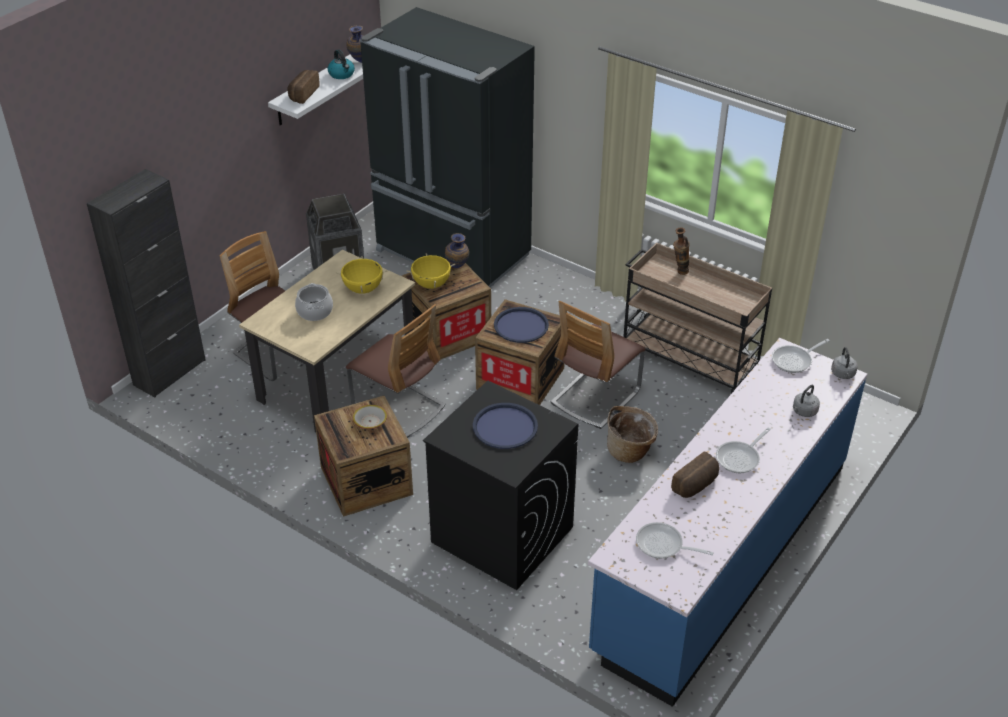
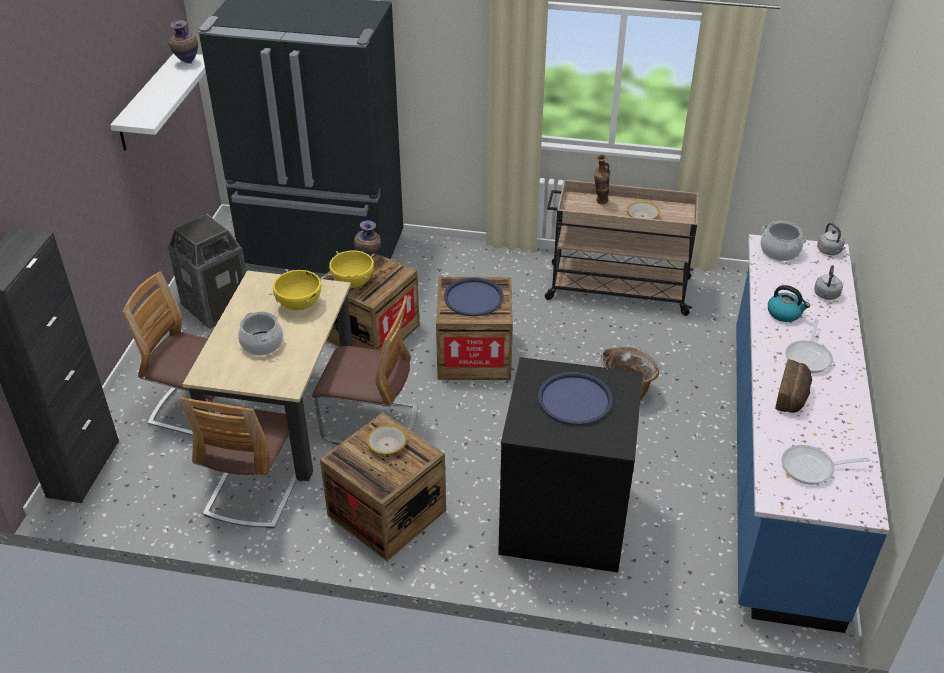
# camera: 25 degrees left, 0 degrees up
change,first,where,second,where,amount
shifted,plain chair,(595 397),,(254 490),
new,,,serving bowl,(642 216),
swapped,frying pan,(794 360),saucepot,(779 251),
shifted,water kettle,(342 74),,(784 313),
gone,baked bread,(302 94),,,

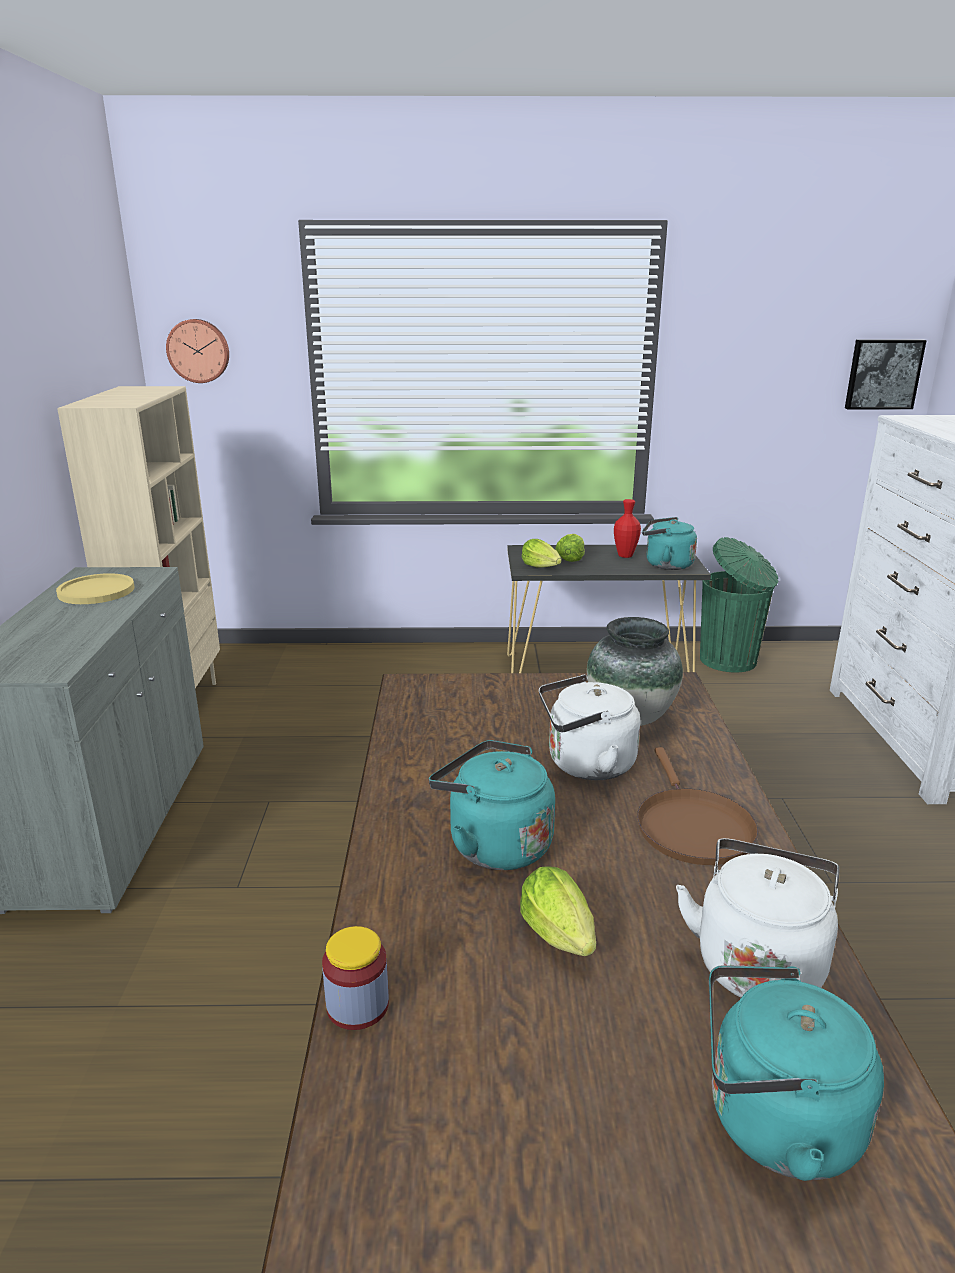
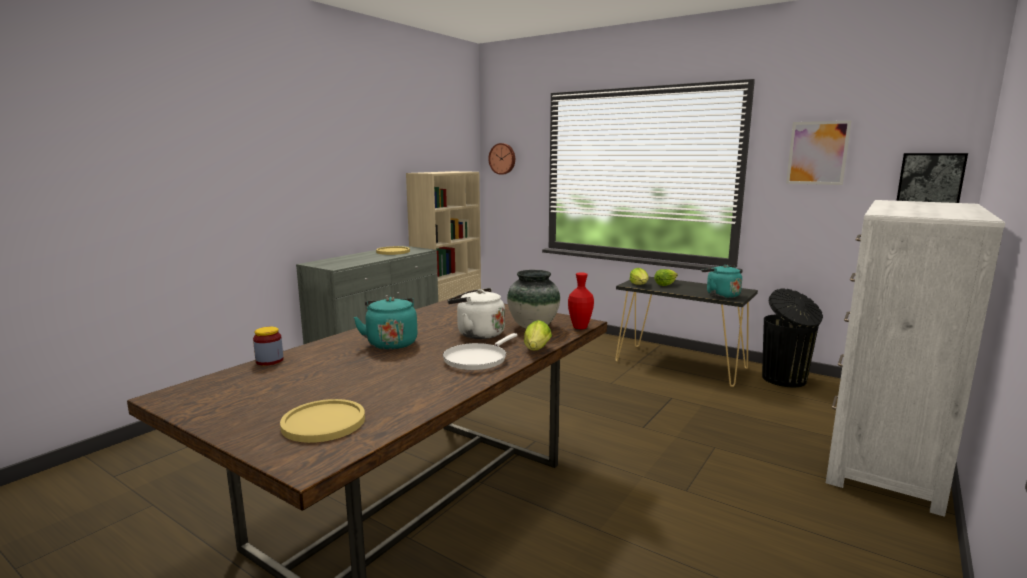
# camera: 35 degrees right, 10 degrees down
change,first,where,second,where,amount
swapped,turquoise water kettle,(773 1122),yellowish plate,(323 422),
repainted,brownish frying pan,(691 827),white frying pan,(477 359),
shifted,lettuce,(561 939),,(536 351),
shifted,red flower vase,(625 556),,(580 327),
repainted,greenish waste bin,(730 661),black waste bin,(785 380),
new,,,wall picture,(817 153),
gone,white water kettle,(758 962),,,

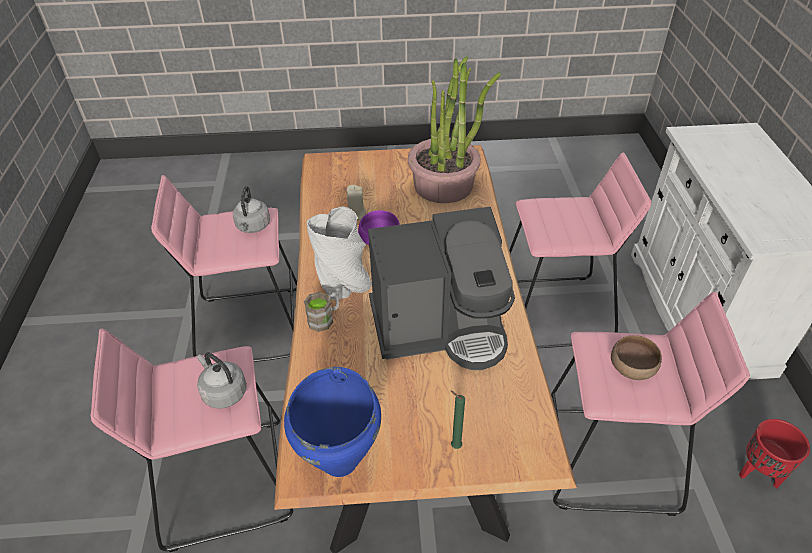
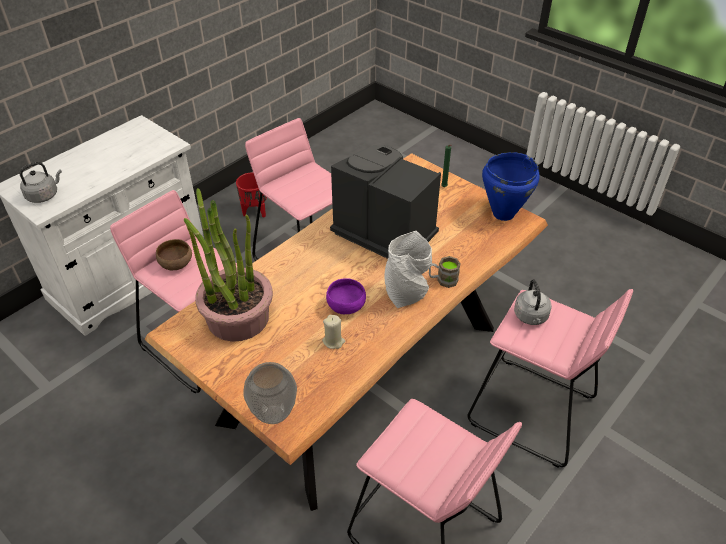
# camera: 135 degrees left, 0 degrees up
change,first,where,second,where,amount
shifted,greyish water kettle,(253 227),,(44 195),
shifted,brownish serving bowl,(631 369),,(177 263),
new,,,flower vase,(273 415),

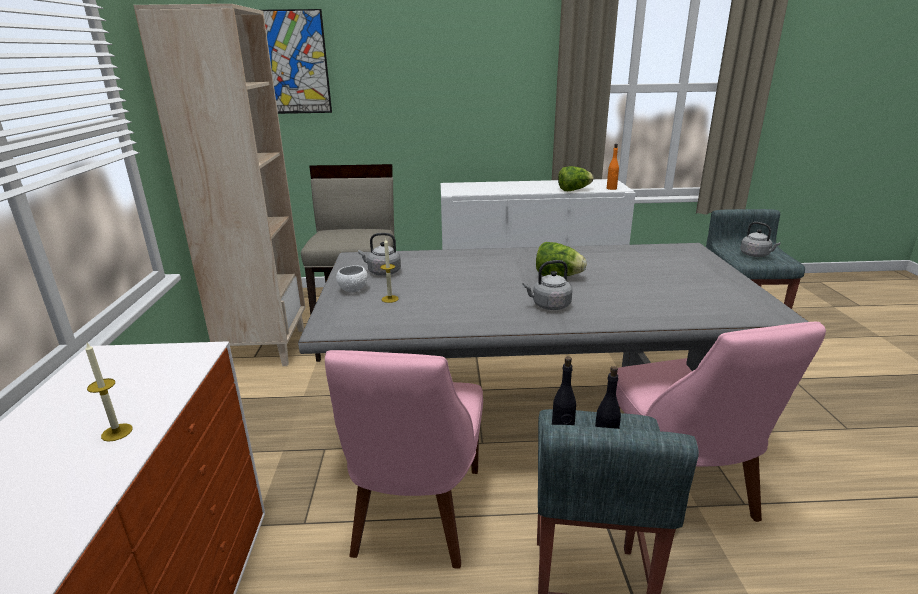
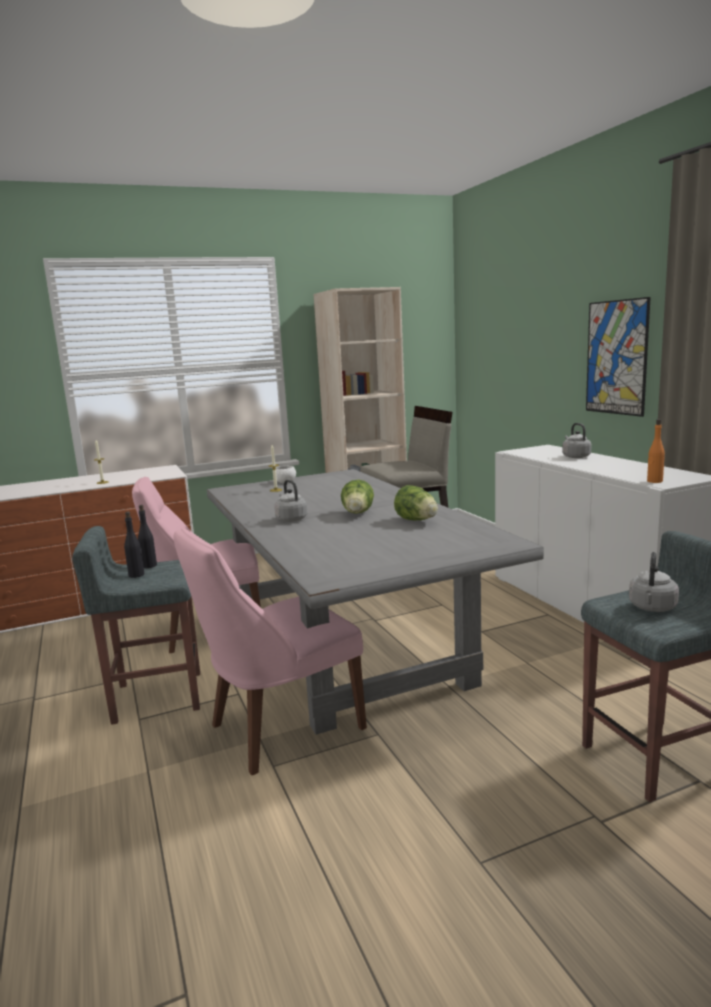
# camera: 70 degrees right, 10 degrees down
change,first,where,second,where,amount
shifted,lettuce,(573 190),,(417 520),
shifted,greyish water kettle,(382 272),,(575 456),
shifted,wall picture,(293 63),,(616 357),

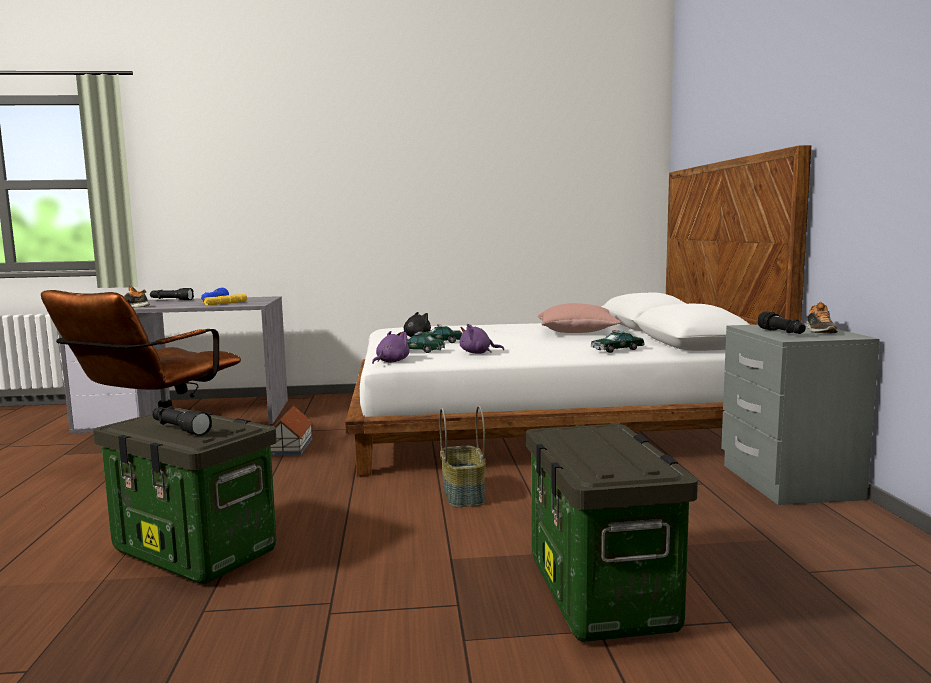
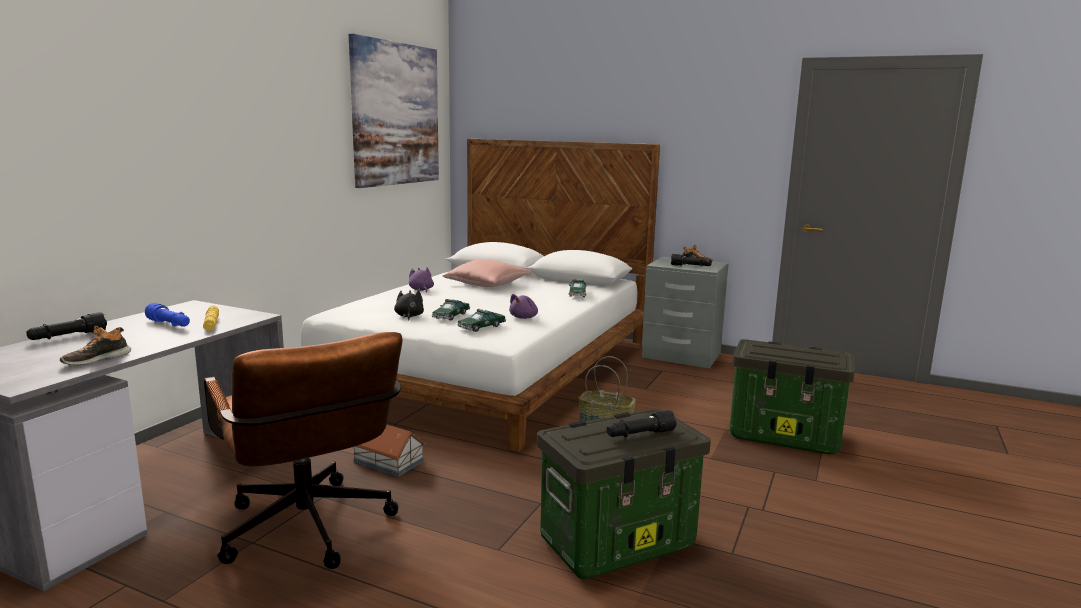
# camera: 60 degrees left, 5 degrees up
change,first,where,second,where,amount
new,,,wall picture,(396 114),
shifted,purplish soft toy,(391 362),,(421 290),

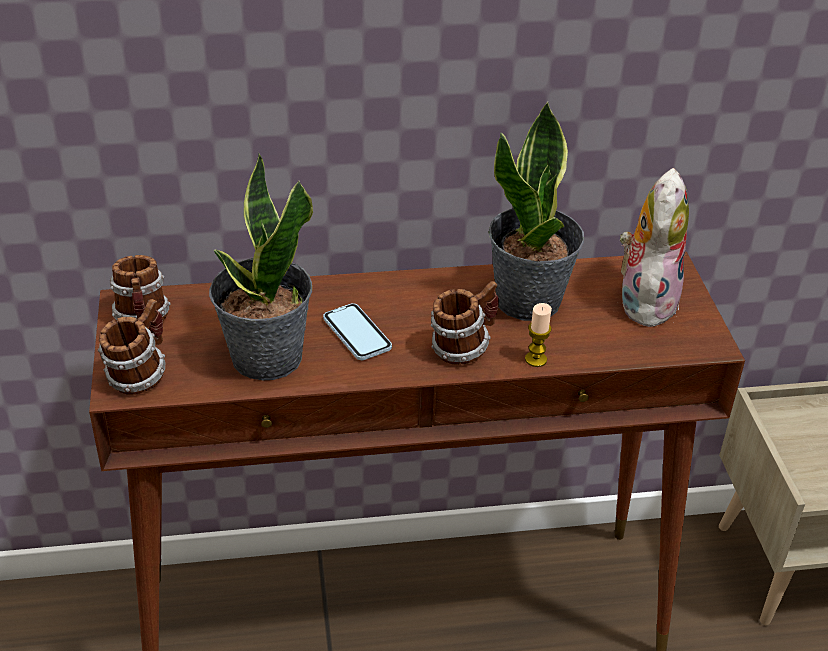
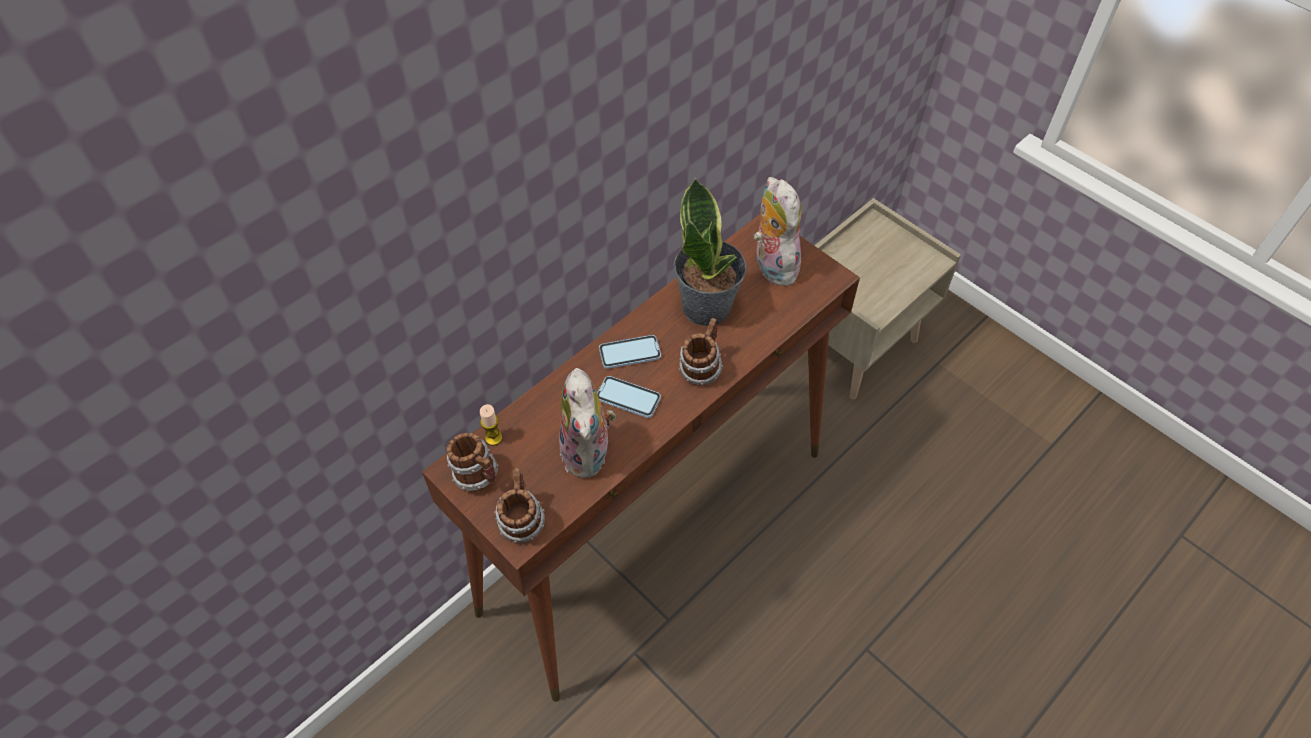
# camera: 35 degrees left, 15 degrees up
change,first,where,second,where,amount
shifted,candle,(535 359),,(493 438),
swapped,plant in a pot,(266 358),soft toy,(589 453),
new,,,telephone,(630 353),

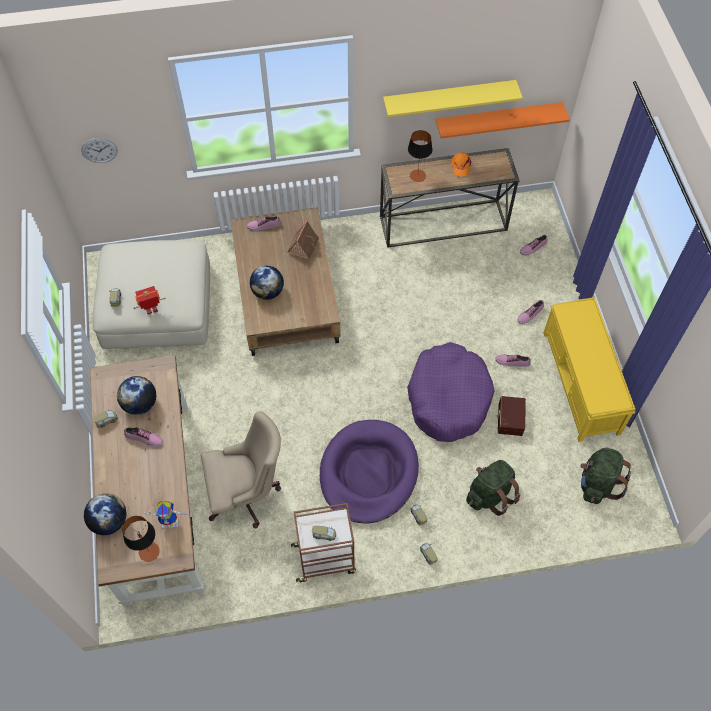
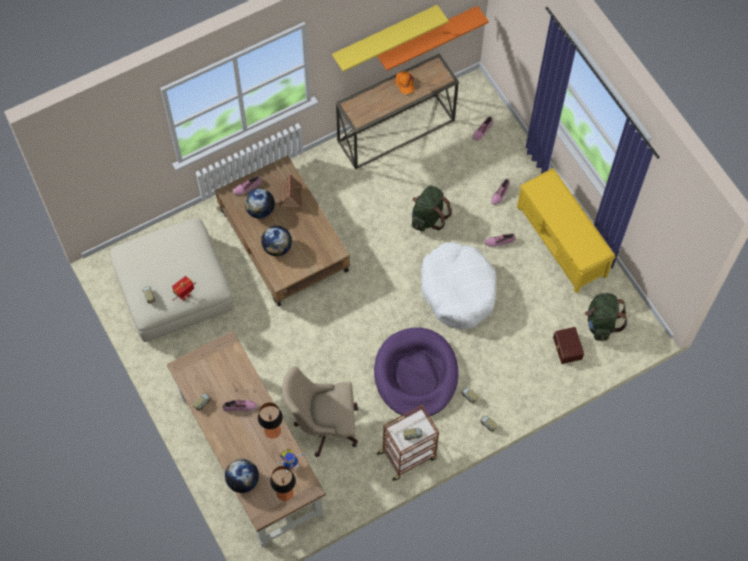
# camera: 20 degrees left, 5 degrees up
change,first,where,second,where,amount
shifted,desk globe,(140 404),,(260 210),
shifted,tabletop lamp,(417 176),,(272 430),
rotated,beige-coloured computer chair,(247 494),,(323 425),150 degrees counterclockwise
shifted,greenish rucksack,(490 494),,(428 217),
repainted,purplish pet bed,(448 398),white pet bed,(458 290),
shifted,brownish storage bin,(509 419),,(566 348),
gone,wall clock,(99 150),,,

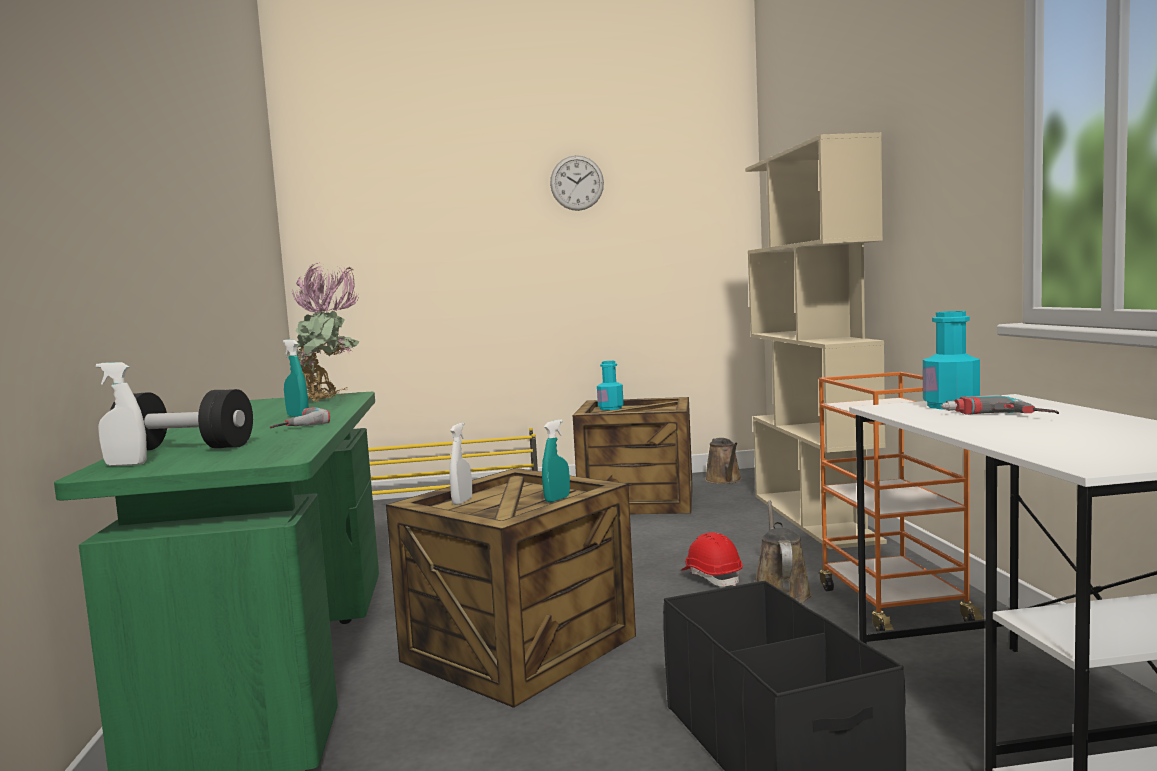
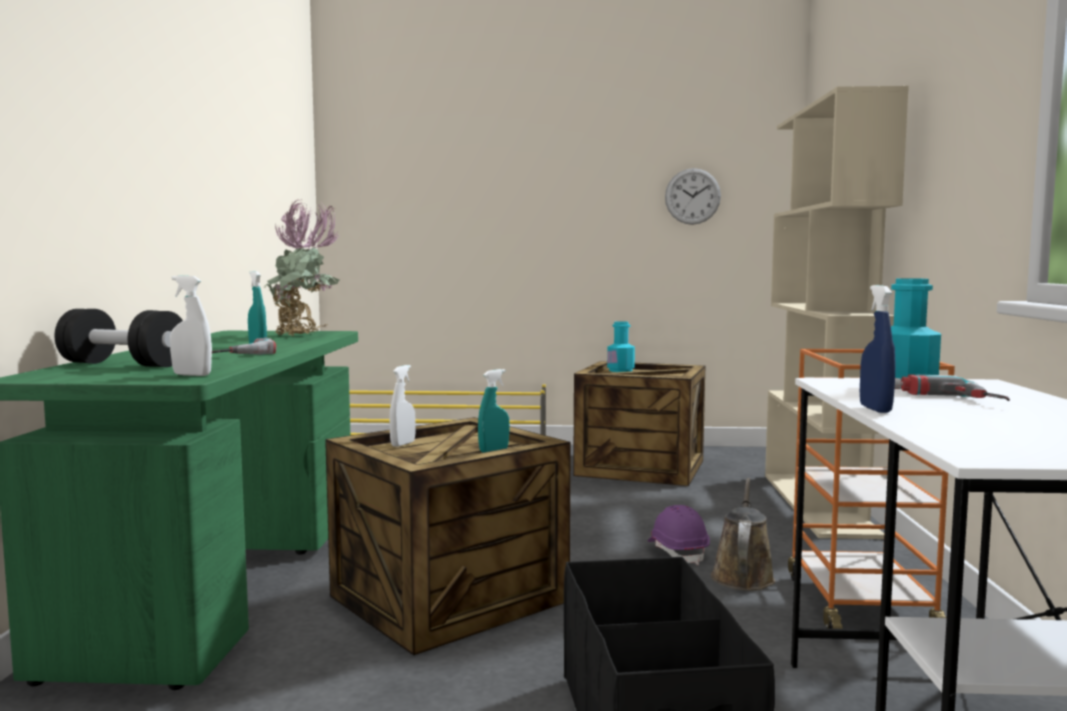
# camera: 10 degrees right, 0 degrees up
change,first,where,second,where,amount
shifted,white spray bottle,(126 465),,(192 375),
repainted,red hard hat,(712 577),purplish hard hat,(678 552),
shifted,wall clock,(577 183),,(692 196),
new,,,blue-coloured spray bottle,(875 409),
gone,brownish watering can,(724 480),,,

